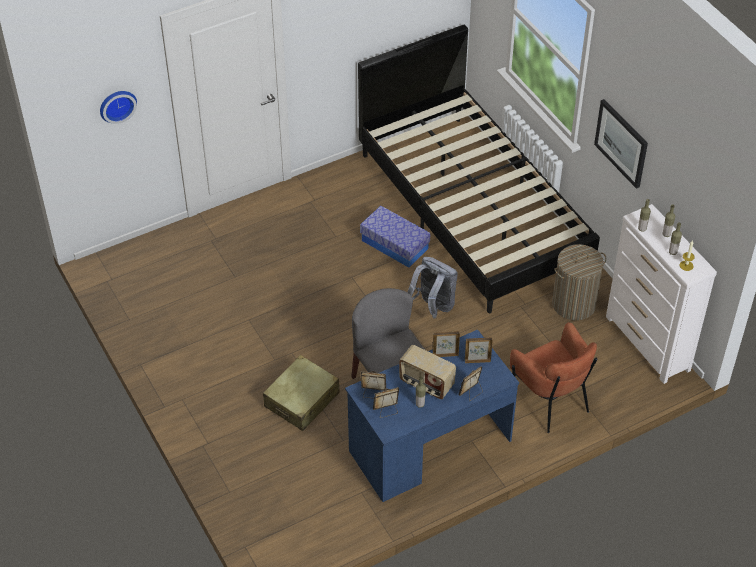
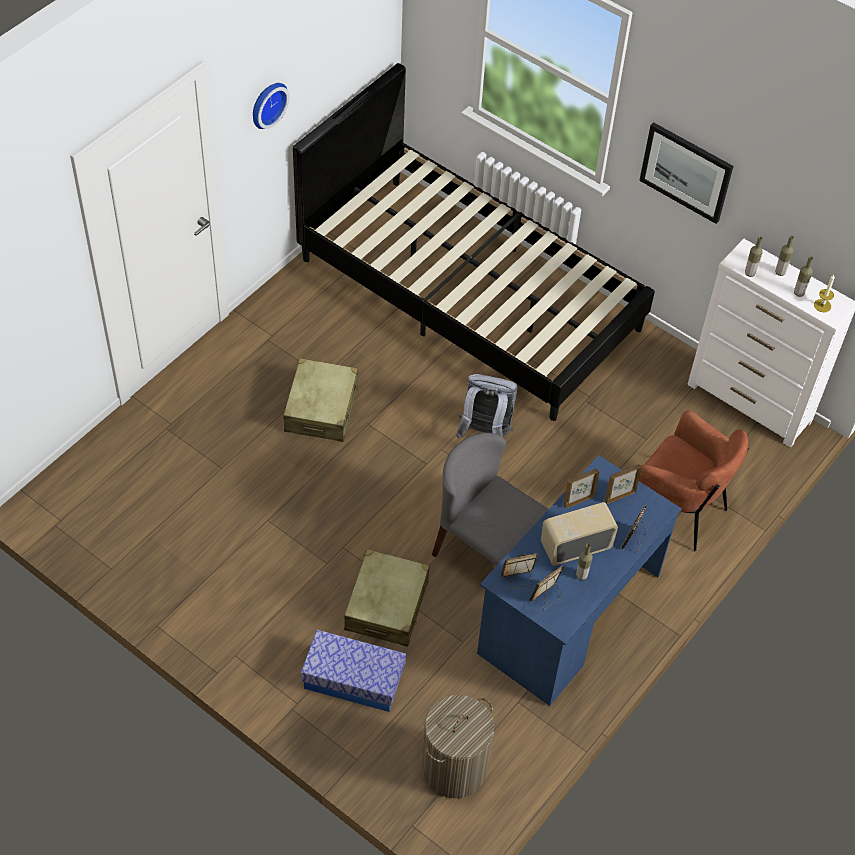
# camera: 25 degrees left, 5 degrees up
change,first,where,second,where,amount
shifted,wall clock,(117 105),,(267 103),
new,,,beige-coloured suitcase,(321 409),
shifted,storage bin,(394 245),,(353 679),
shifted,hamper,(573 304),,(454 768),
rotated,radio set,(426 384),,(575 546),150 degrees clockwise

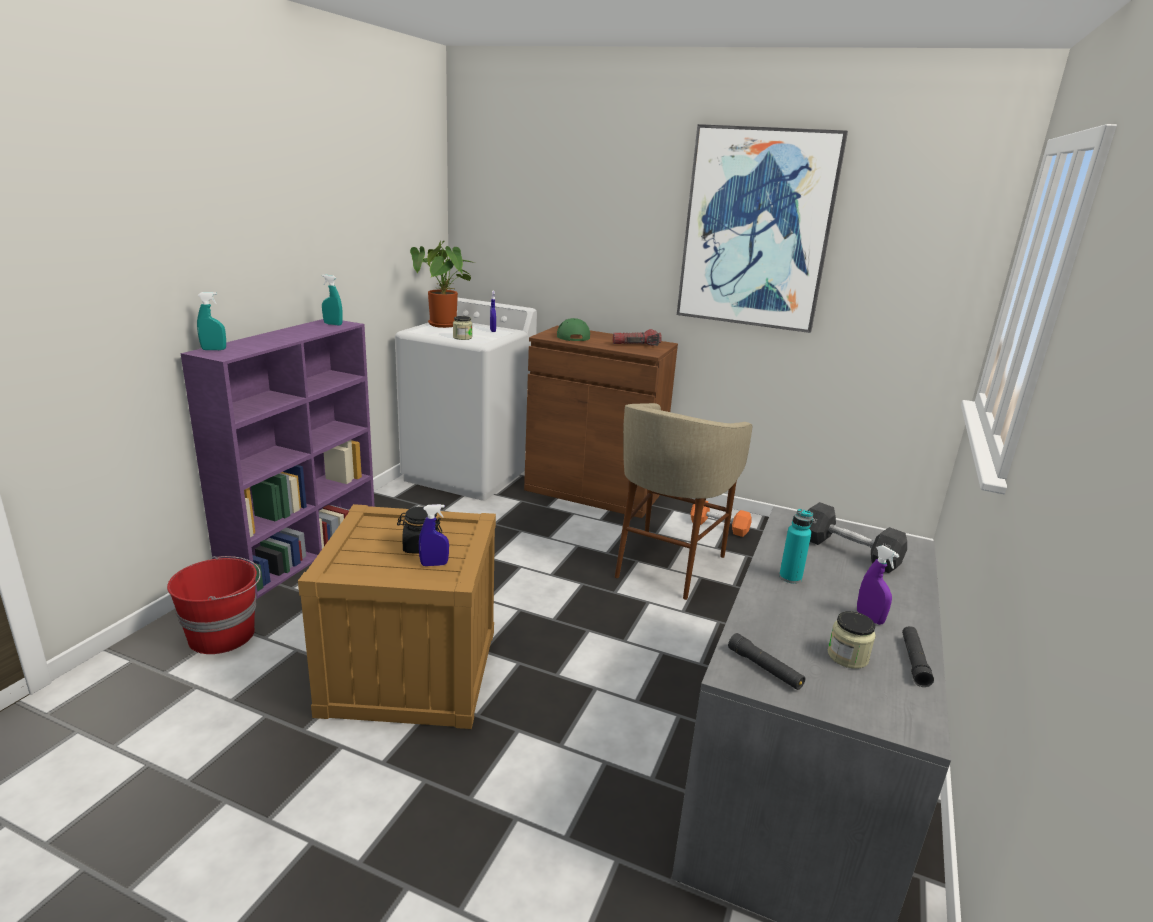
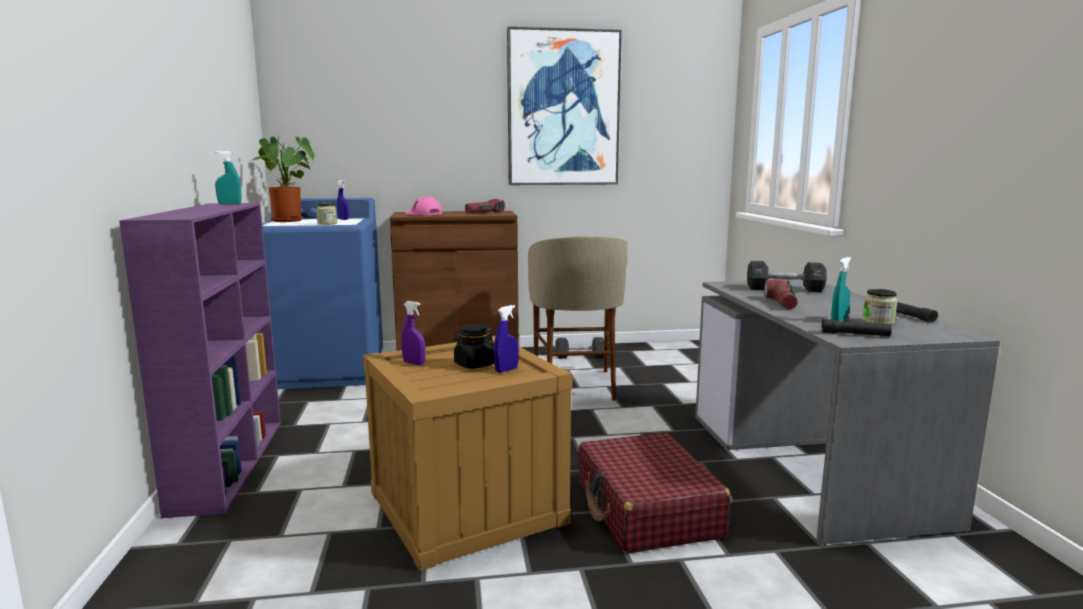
# camera: 30 degrees left, 10 degrees down
change,first,where,second,where,amount
repainted,white laundry appliance,(468 473),blue-coloured laundry appliance,(329 371),
shifted,purplish spray bottle,(869 617),,(414 363),
repainted,greenish baseball cap,(572 336),pink baseball cap,(423 214),
repainted,orangey hand weight,(719 527),black hand weight,(580 356),
new,,,red suitcase,(647 510),
swapped,turquoise beverage bottle,(790 577),hand torch,(781 303),
shifted,turquoise spray bottle,(214 349),,(839 320),
gone,red pail,(223 634),,,

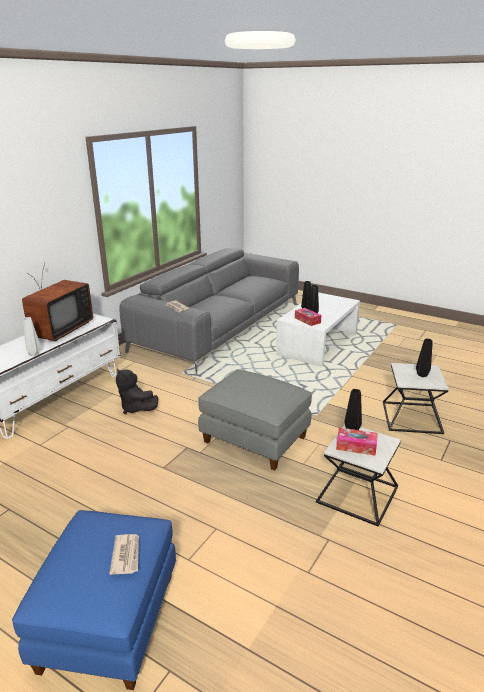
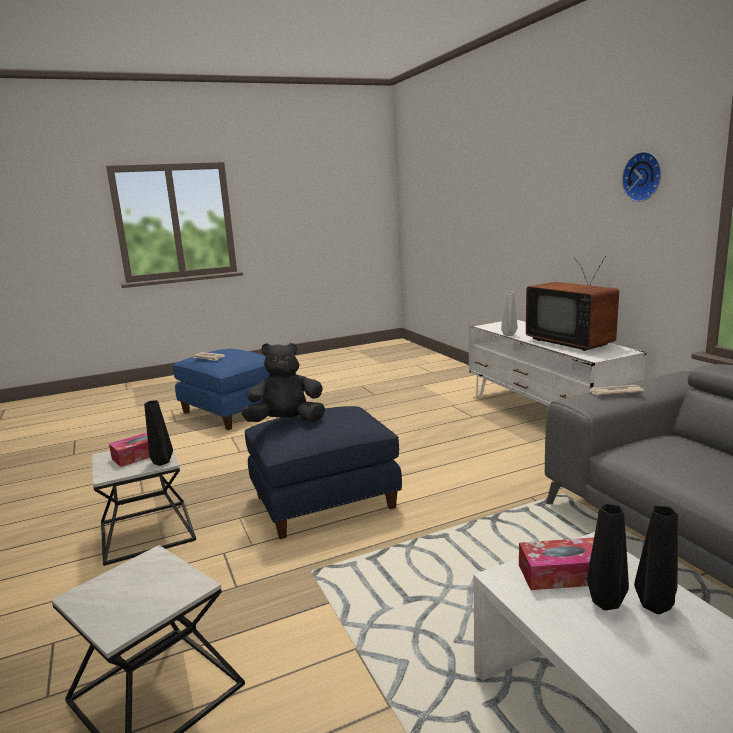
# camera: 125 degrees right, 10 degrees down
change,first,where,second,where,amount
shifted,black soft toy,(136 408),,(286 422),
repainted,greyish footrest,(254 440),blue-coloured footrest,(324 501),
new,,,wall clock,(644 176),
gone,black flower vase,(422 375),,,

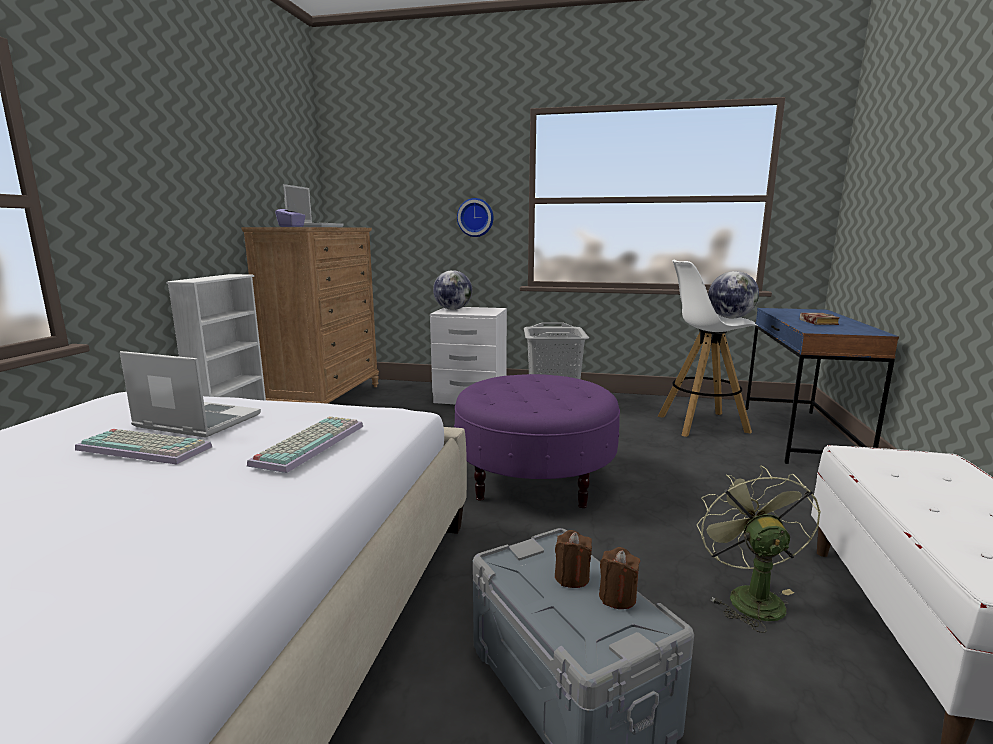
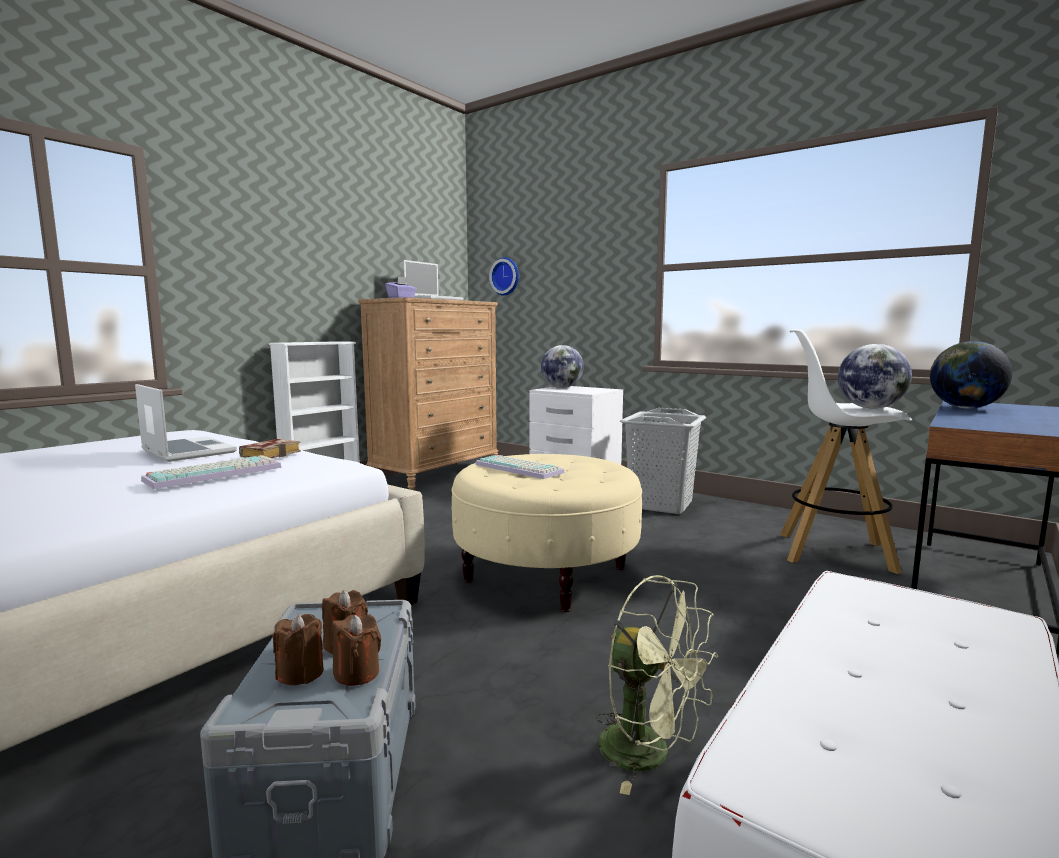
# camera: 25 degrees right, 5 degrees down
change,first,where,second,where,amount
shifted,book,(816 322),,(271 454),
new,,,brownish candle,(301 673),
repainted,purplish footrest,(535 479),beige-coloured footrest,(546 574),
shifted,keyboard,(147 447),,(520 468),
shifted,wall clock,(476 217),,(506 276),
rotated,greenish cooling fan,(749 596),,(649 754),105 degrees clockwise
new,,,desk globe,(965 408),

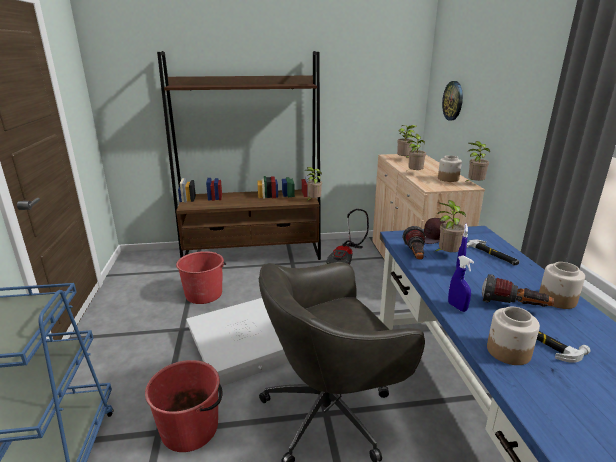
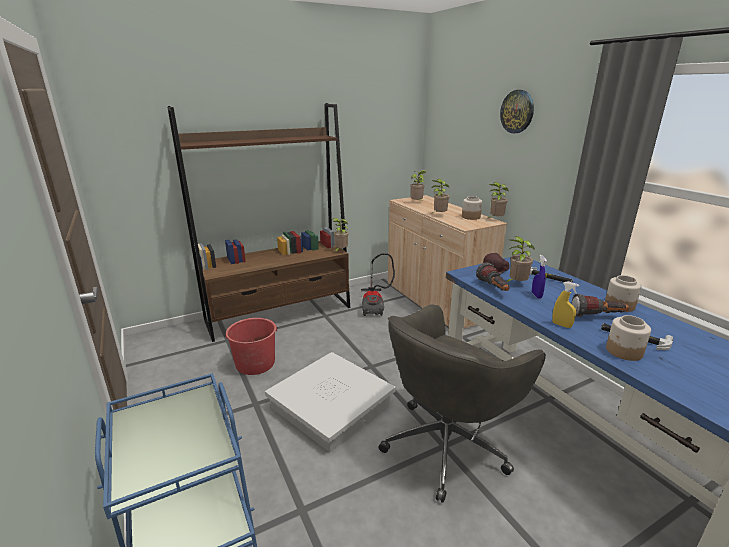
# camera: 20 degrees left, 0 degrees up
change,first,where,second,where,amount
shifted,wall clock,(453 100),,(517 111),
repainted,blue-coloured spray bottle,(457 307),yellowish spray bottle,(561 325),
gone,red pail,(190 428),,,

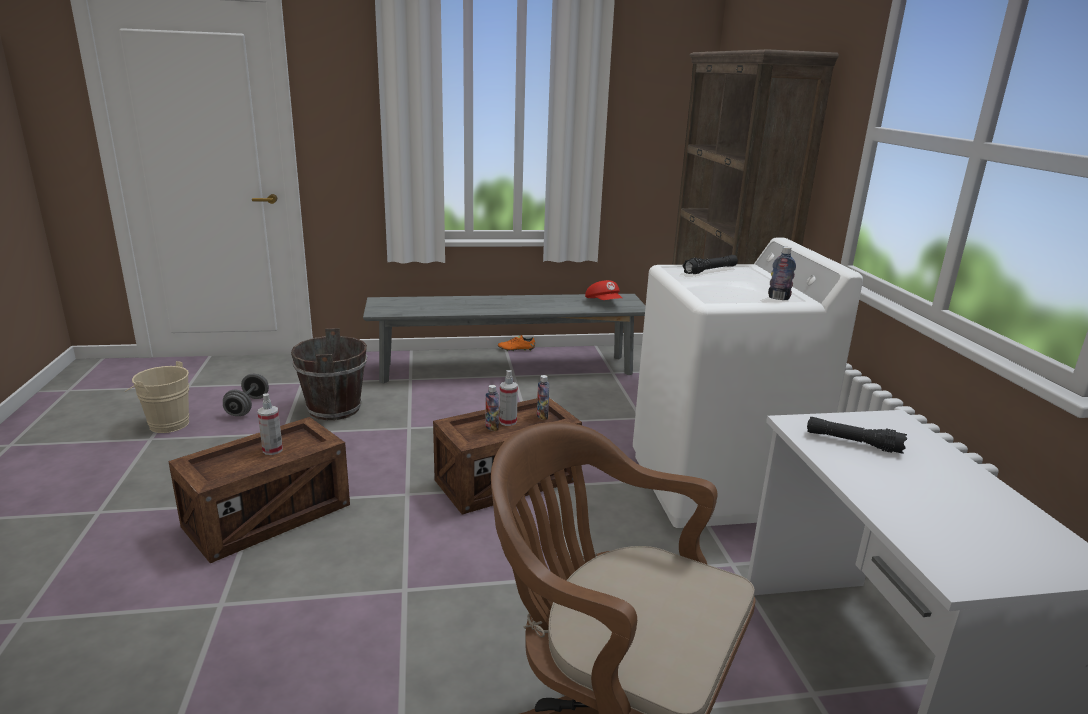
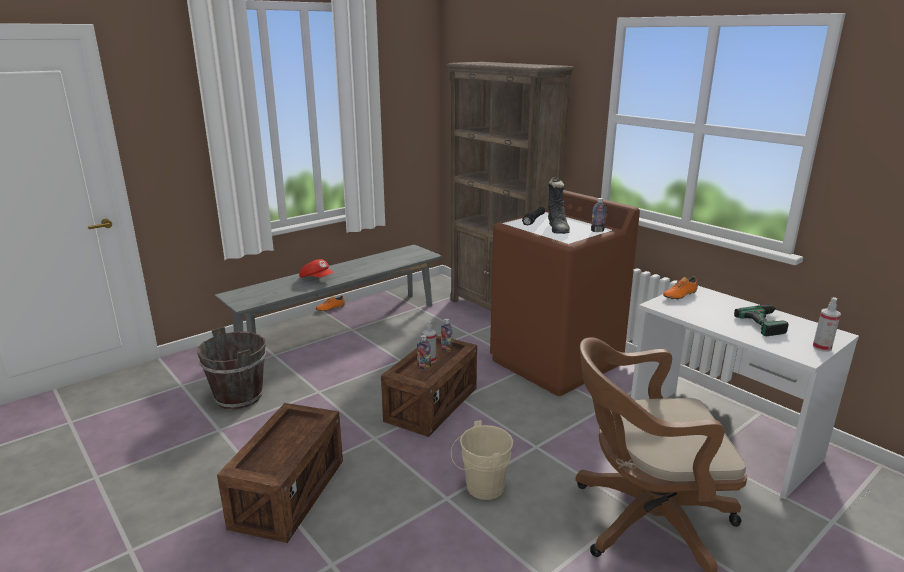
# camera: 30 degrees left, 0 degrees up
change,first,where,second,where,amount
shifted,red baseball cap,(604 303),,(317 279),
shifted,beige-coloured pail,(165 424),,(481 487),
repainted,white laundry appliance,(717 485),brownish laundry appliance,(556 362),
new,,,black boot,(558 229),
new,,,orangey item of footwear,(679 295),
new,,,electric drill,(771 322),
shifted,spray bottle,(272 450),,(822 347),
gone,greyish hand weight,(247 406),,,
gone,black hand torch,(853 442),,,

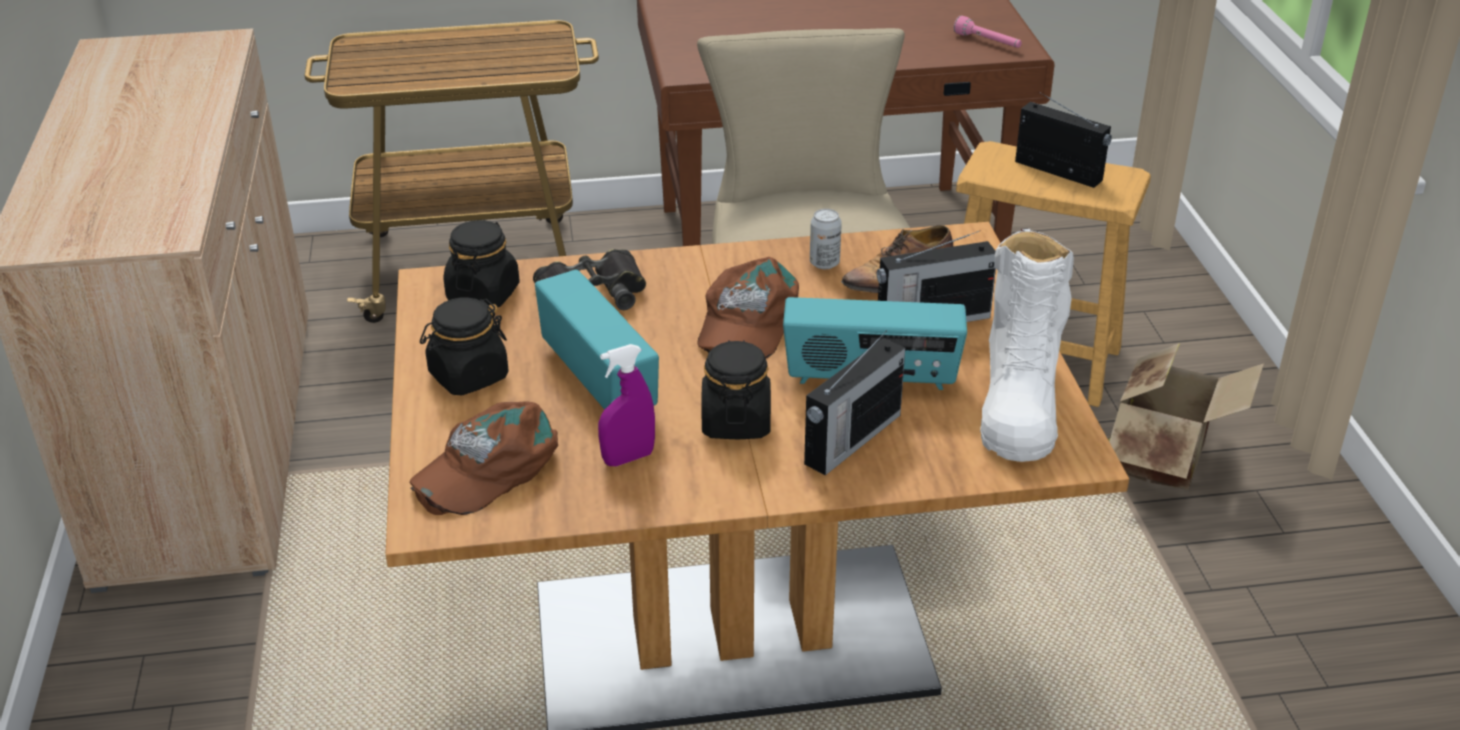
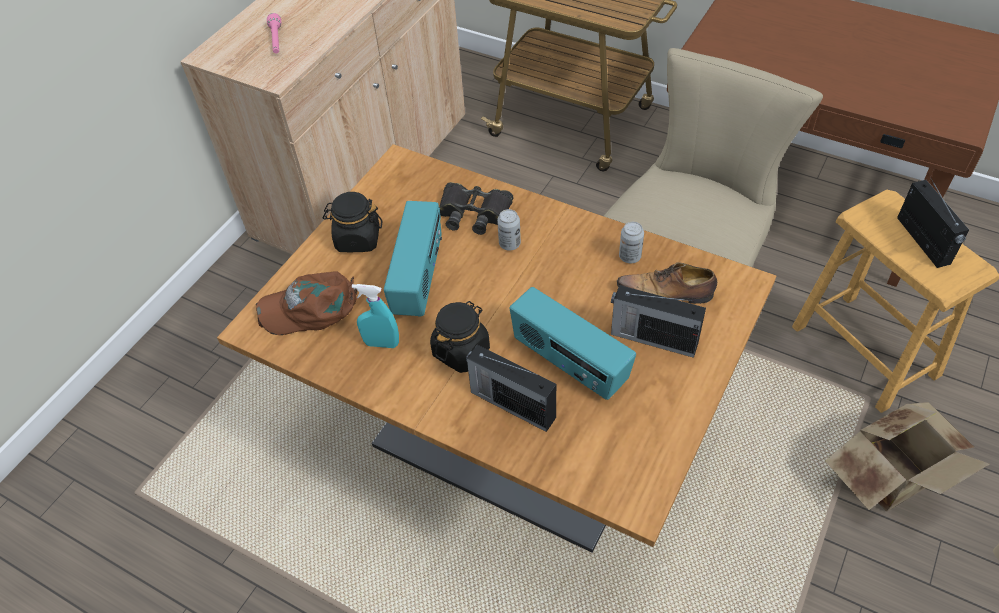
# camera: 40 degrees right, 15 degrees up
change,first,where,second,where,amount
shifted,pink hand torch,(987 42),,(276 41),
repainted,purplish spray bottle,(628 458),turquoise spray bottle,(381 343),
rotated,radio set,(851 440),,(511 404),45 degrees clockwise
new,,,can,(509 244),
gone,black jar,(483 294),,,
gone,brownish baseball cap,(746 322),,,
gone,white boot,(1018 401),,,

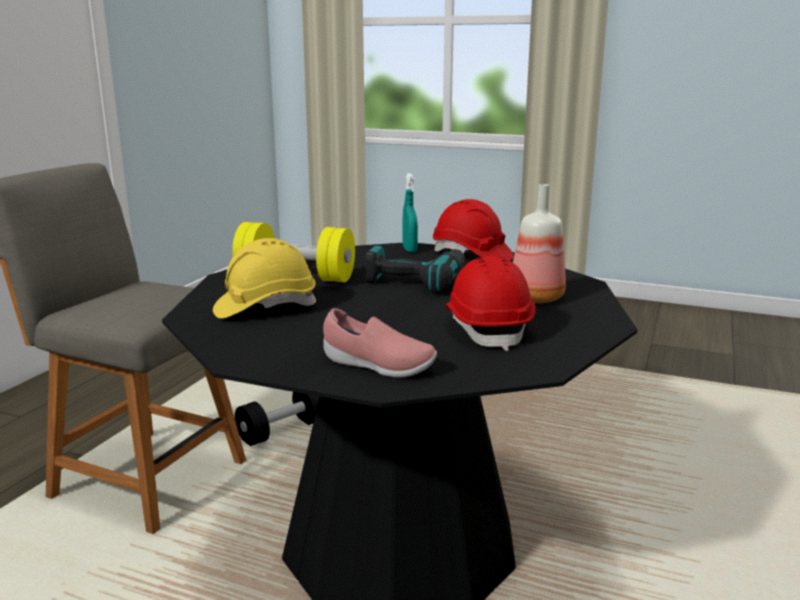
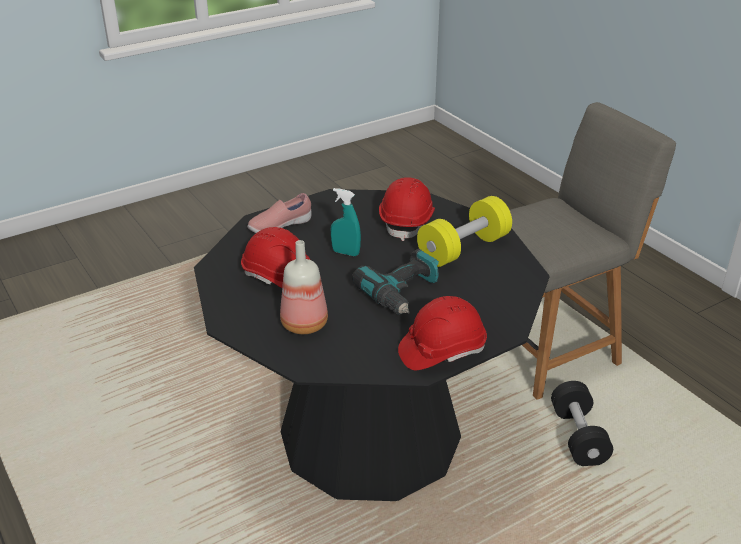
# camera: 125 degrees right, 15 degrees up
change,first,where,second,where,amount
shifted,turquoise spray bottle,(409 249),,(345 253),
repainted,yellowish hard hat,(265 307),red hard hat,(407 222),

